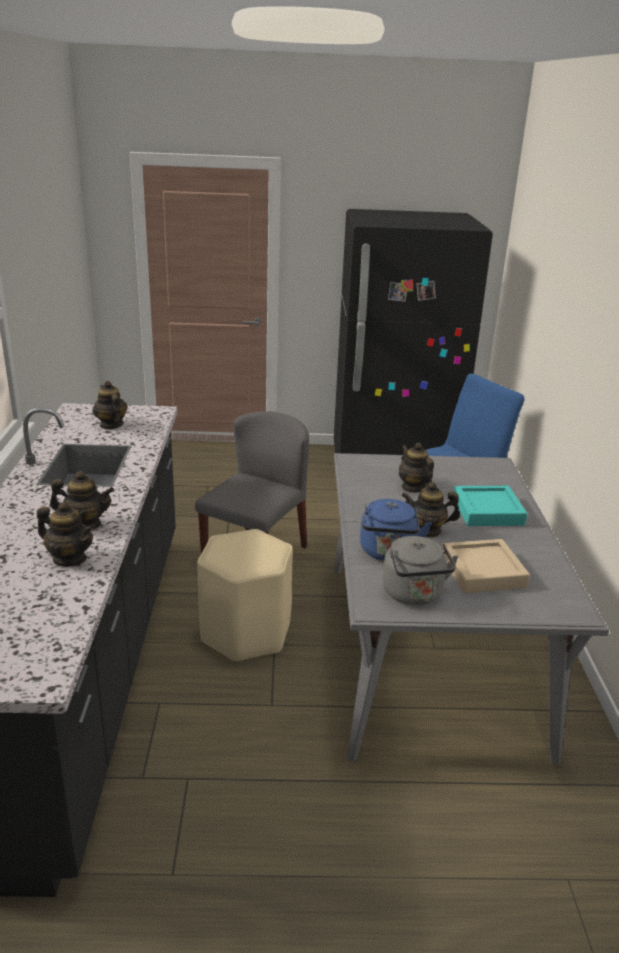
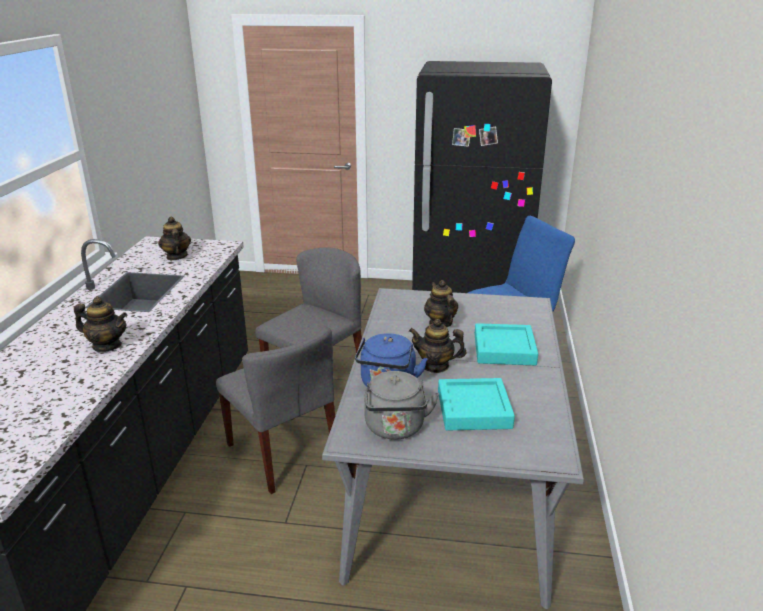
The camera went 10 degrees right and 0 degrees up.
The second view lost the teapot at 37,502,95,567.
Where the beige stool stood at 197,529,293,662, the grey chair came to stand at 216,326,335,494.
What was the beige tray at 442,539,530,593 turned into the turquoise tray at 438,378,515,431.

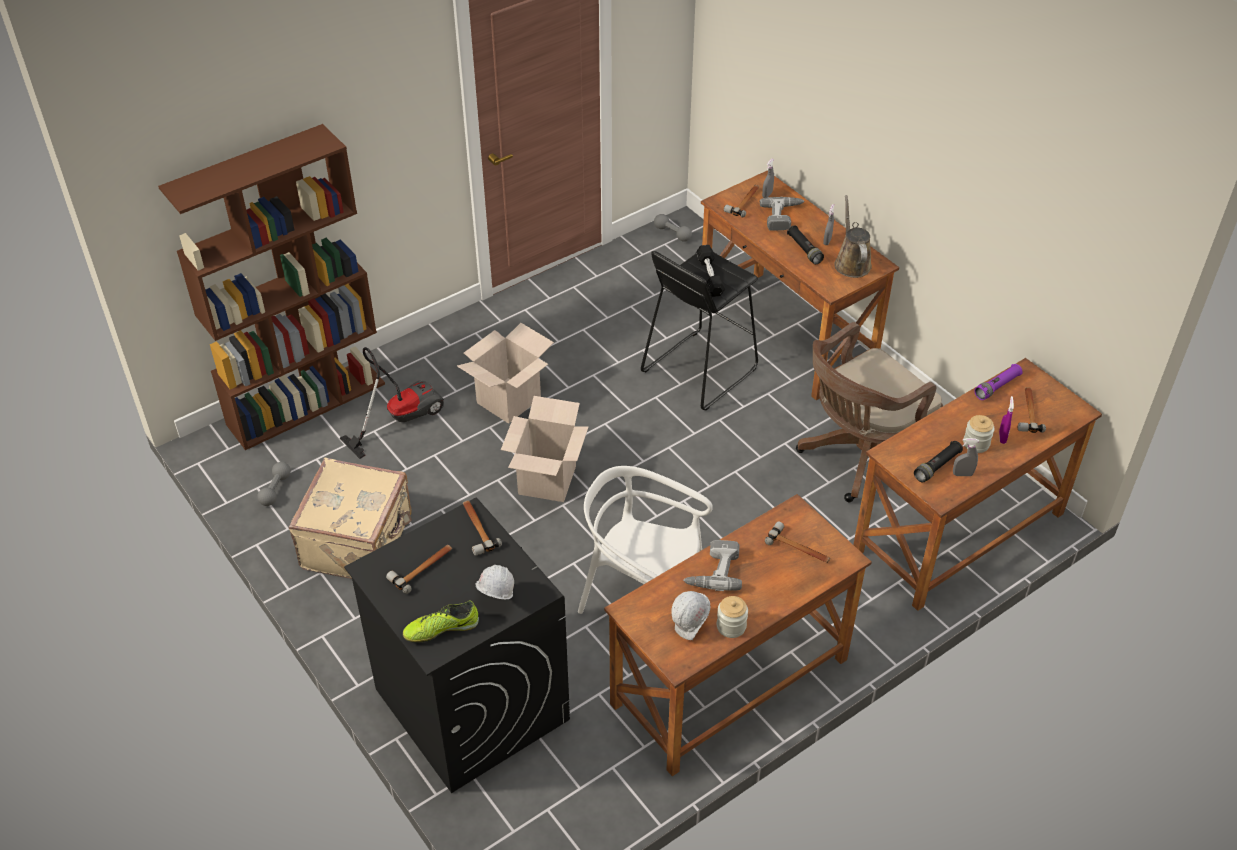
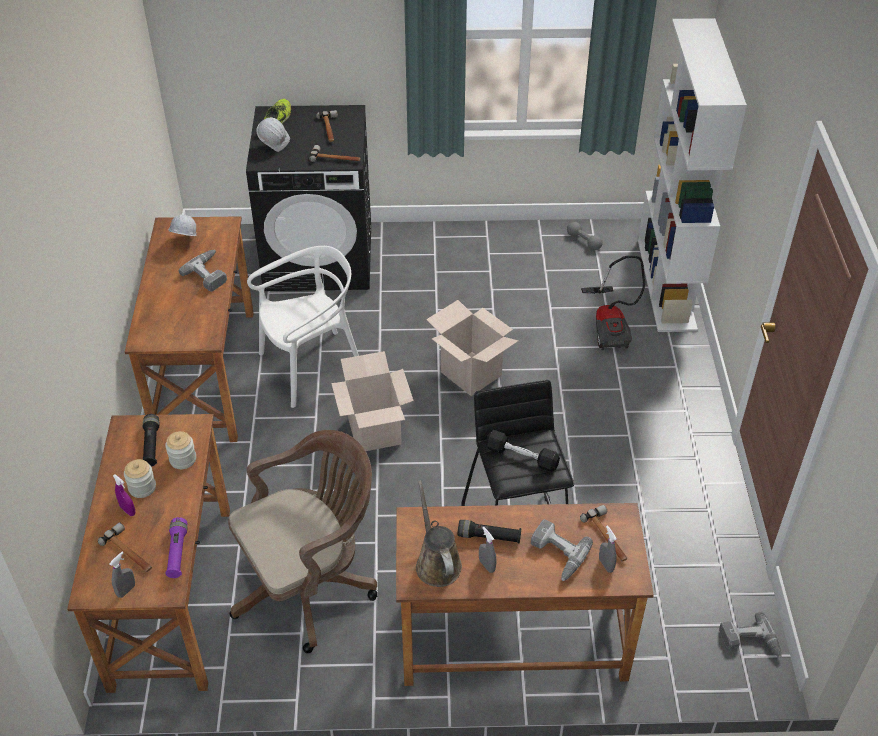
The camera went 125 degrees right and 0 degrees up.
The second view lost the beige suitcase at 288,458,412,579.
The second view lost the hammer at 765,522,830,563.
The cardboard box ended up elsewhere, having gone from 457,323,554,424 to 331,351,414,451.
The jar ended up elsewhere, having gone from 717,596,748,638 to 165,431,196,469.
The grey spray bottle ended up elsewhere, having gone from 953,438,979,476 to 109,552,135,598.
Where the grey dumbbell stood at 654,214,692,242, the power drill came to stand at 719,611,782,658.
What was the brown bookcase at 158,124,385,450 turned into the white bookcase at 638,18,747,332.
The brown office chair at 796,322,943,502 ended up facing another way, 60 degrees clockwise from before.
The brown watering can at 834,195,872,278 ended up facing another way, 135 degrees counterclockwise from before.

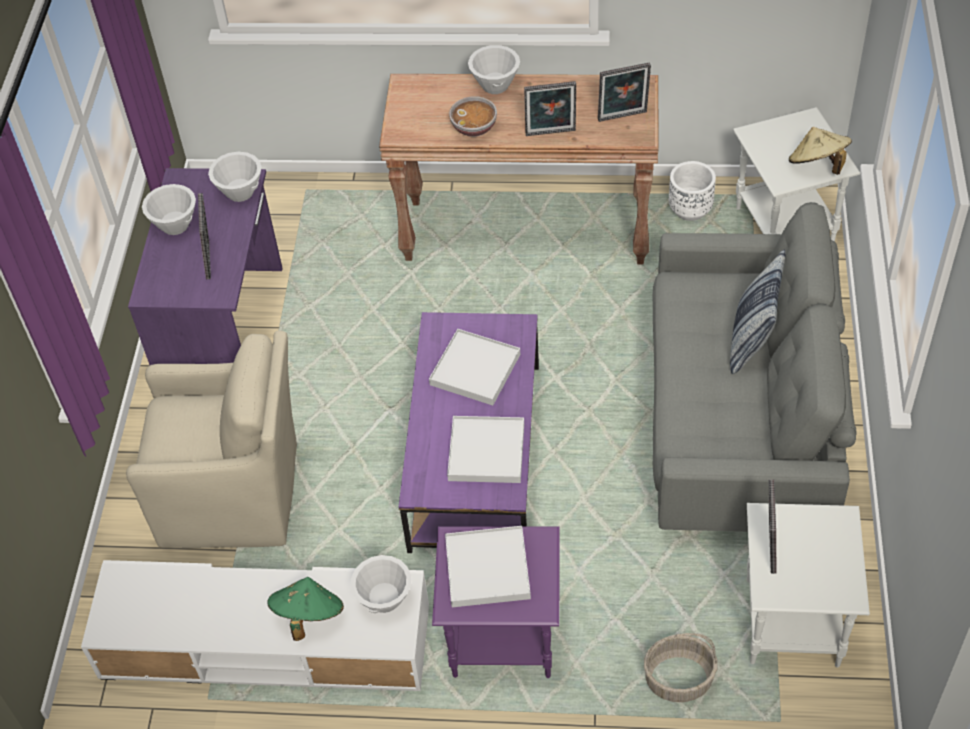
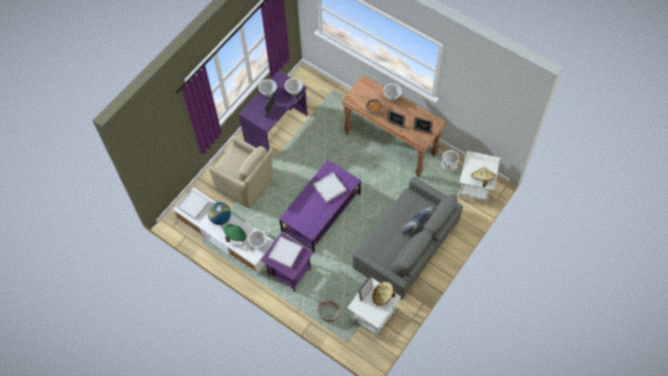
The camera went 30 degrees right and 10 degrees up.
The second view gained the globe at 208,202,231,225.
The second view gained the beige hat at 372,281,395,305.
The white tray ended up elsewhere, having gone from 447,416,524,483 to 177,189,210,220.

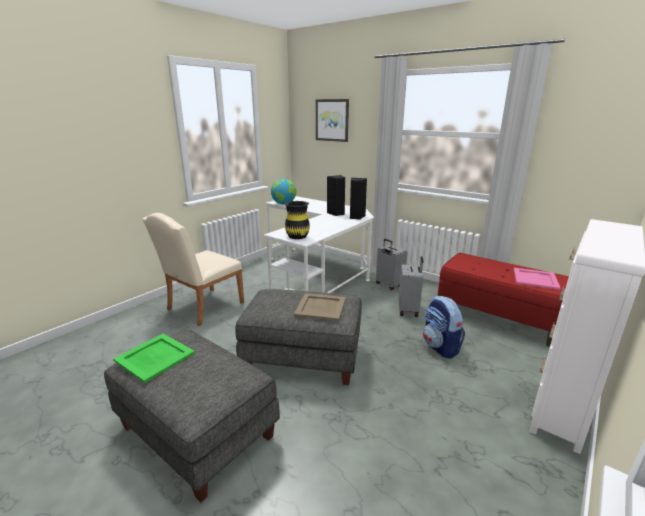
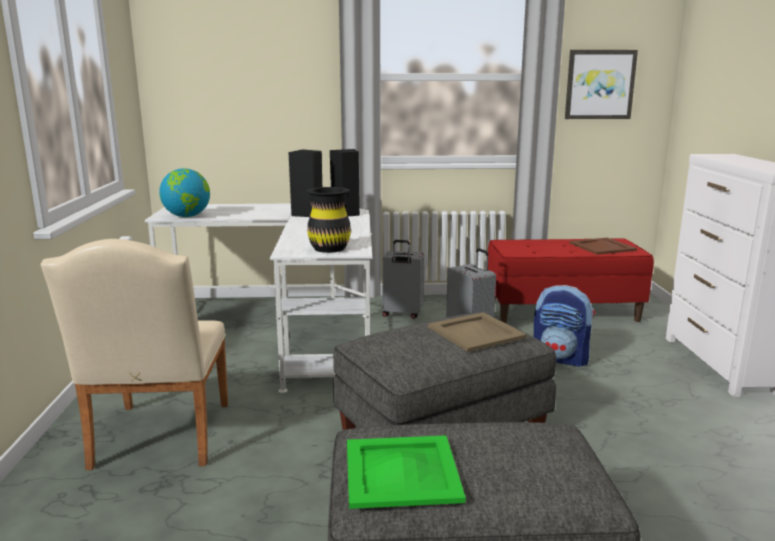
The camera went 40 degrees left and 5 degrees down.
The picture ended up elsewhere, having gone from 316,99,349,142 to 565,50,638,119.
What was the pink tray at 514,268,560,290 turned into the brown tray at 569,237,637,255.

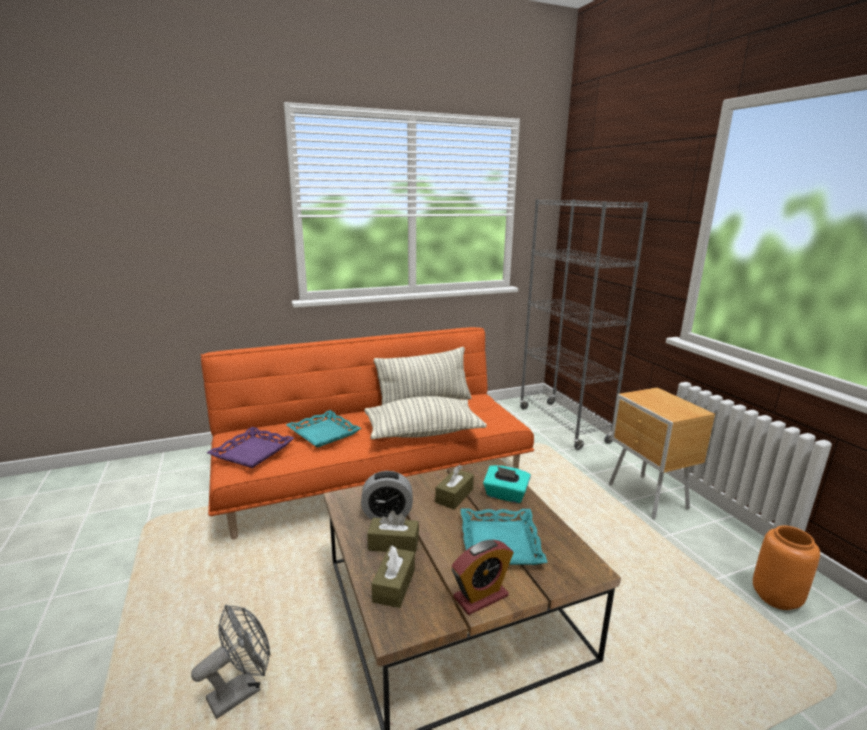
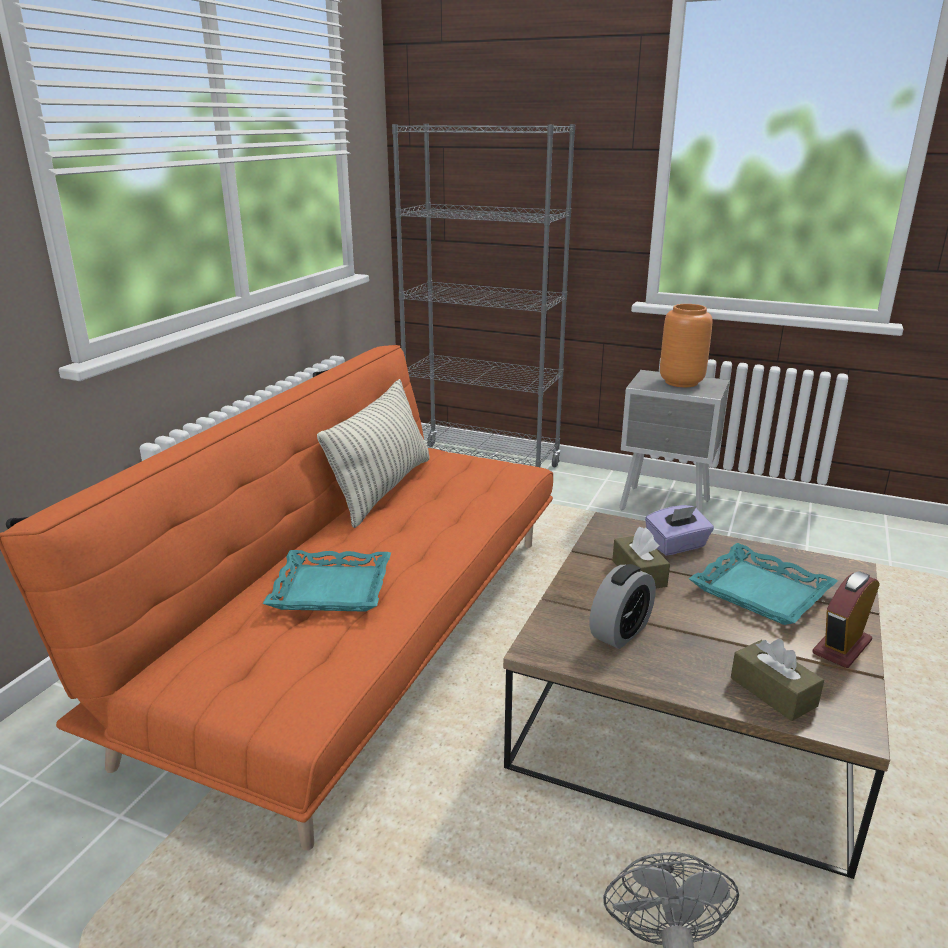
The camera went 45 degrees left and 5 degrees up.
The second view lost the purple tray at 207,427,294,468.
The second view lost the pillow at 364,396,487,439.
The second view lost the brown tissue box at 367,511,419,554.
The orange vase ended up elsewhere, having gone from 753,525,820,610 to 660,304,712,387.
What was the turquoise tissue box at 483,465,531,503 turned into the purple tissue box at 645,505,714,555.
What was the brown nightstand at 609,387,715,519 turned into the grey nightstand at 619,370,730,513.
The alarm clock at 452,540,513,615 ended up facing another way, 150 degrees counterclockwise from before.

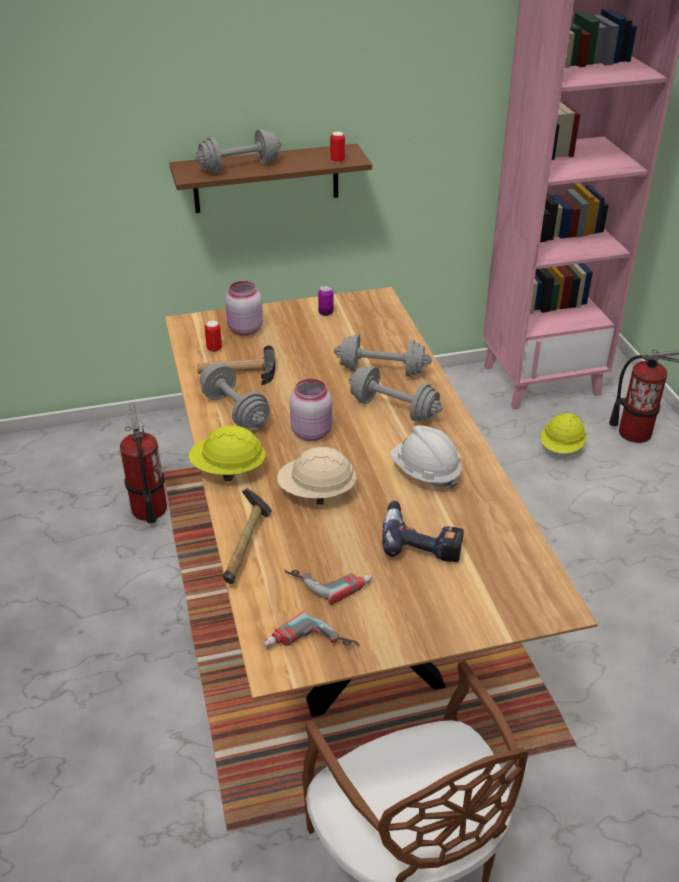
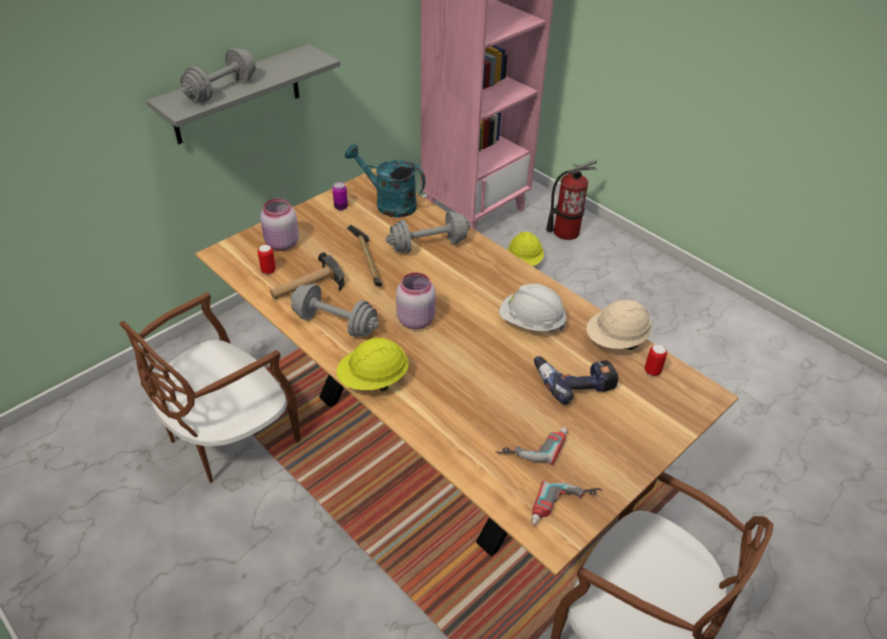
The camera went 30 degrees left and 5 degrees up.
The second view lost the grey dumbbell at 349,366,443,422.
The second view gained the turquoise watering can at 345,144,425,218.
The hammer ended up elsewhere, having gone from 223,488,272,584 to 347,225,382,287.
The beige hard hat ended up elsewhere, having gone from 277,447,357,504 to 586,300,652,350.
The can ended up elsewhere, having gone from 330,132,345,163 to 645,344,667,376.
Where the fire extinguisher stood at 120,404,167,524, the brown chair came to stand at 119,292,301,483.
What was the brown shelf at 169,144,372,213 turned into the grey shelf at 146,44,340,144.

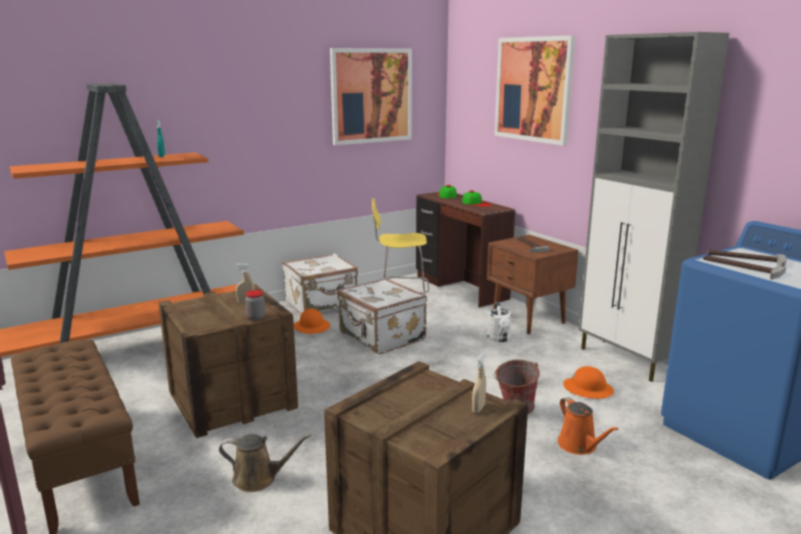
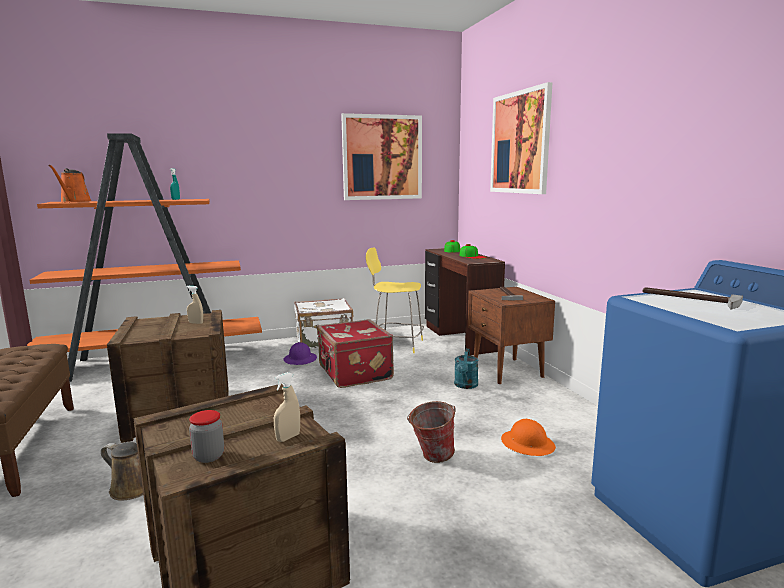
The camera went 15 degrees right and 5 degrees down.
The second view lost the grey cabinet at 579,32,729,382.
The second view lost the hammer at 703,255,786,280.
The jar ended up elsewhere, having gone from 245,290,265,320 to 189,410,224,463.
The orange watering can ended up elsewhere, having gone from 558,397,619,455 to 48,165,92,202.
What was the orange hard hat at 294,308,330,334 turned into the purple hard hat at 284,342,317,365.
What was the white suitcase at 338,278,427,354 turned into the red suitcase at 317,319,394,388.
What was the white watering can at 487,302,512,342 turned into the turquoise watering can at 454,348,478,389.

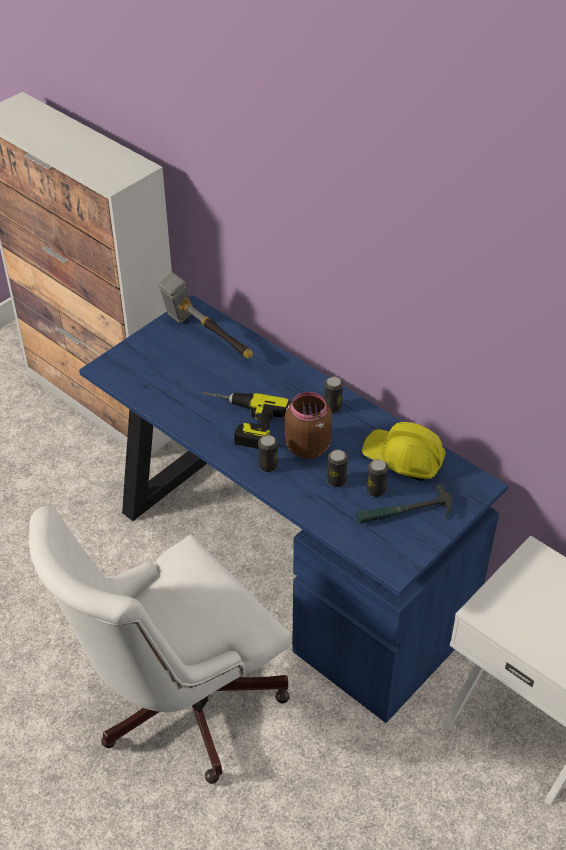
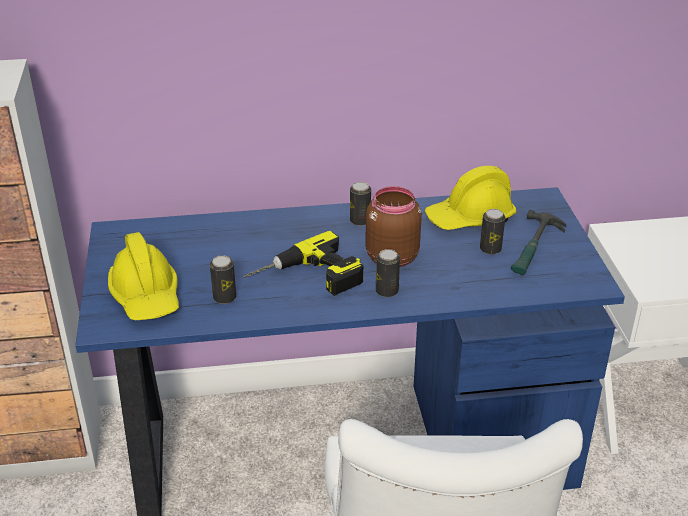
The camera went 50 degrees left and 10 degrees down.
The second view lost the hammer at 159,272,253,358.
The second view gained the yellow hard hat at 108,232,179,320.
The can ended up elsewhere, having gone from 327,450,348,487 to 210,255,236,304.

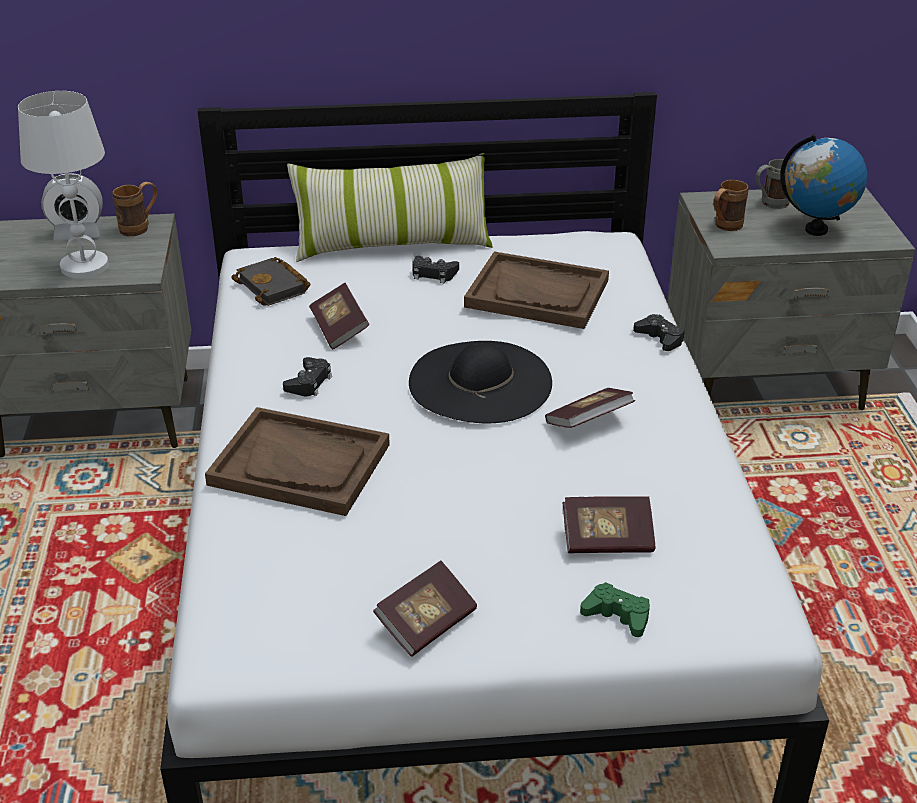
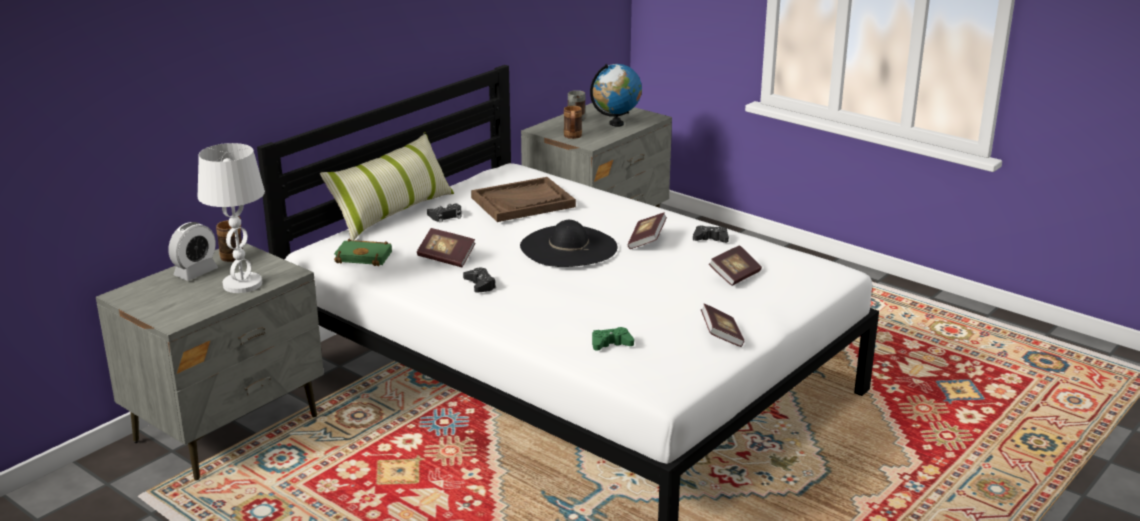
The camera went 45 degrees left and 10 degrees down.
The second view lost the brown tray at 205,407,390,516.
The green game controller ended up elsewhere, having gone from 580,582,650,637 to 592,327,634,351.
The black game controller ended up elsewhere, having gone from 633,314,685,351 to 693,225,729,243.
What was the black book at 231,257,310,306 turned into the green book at 334,239,392,266.

